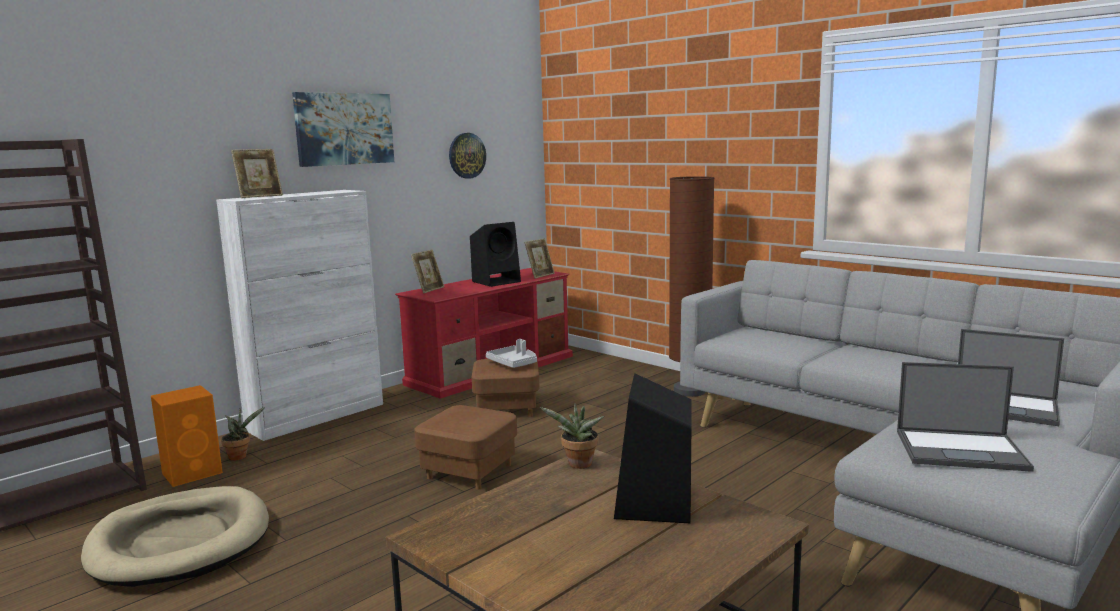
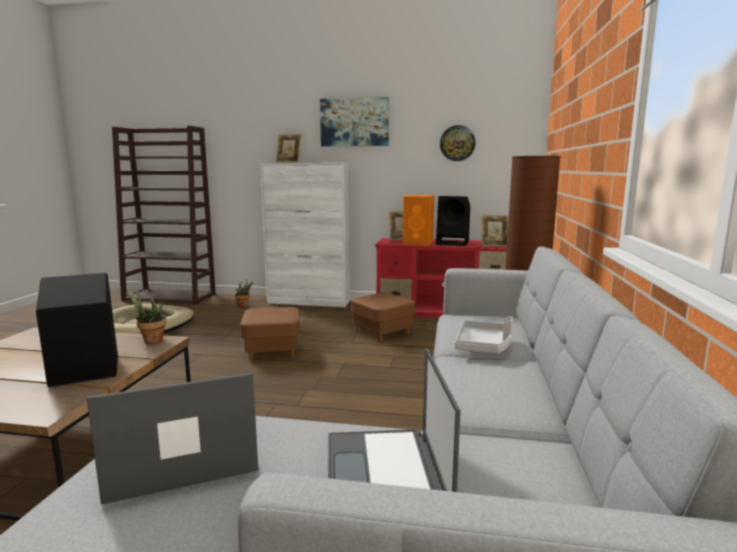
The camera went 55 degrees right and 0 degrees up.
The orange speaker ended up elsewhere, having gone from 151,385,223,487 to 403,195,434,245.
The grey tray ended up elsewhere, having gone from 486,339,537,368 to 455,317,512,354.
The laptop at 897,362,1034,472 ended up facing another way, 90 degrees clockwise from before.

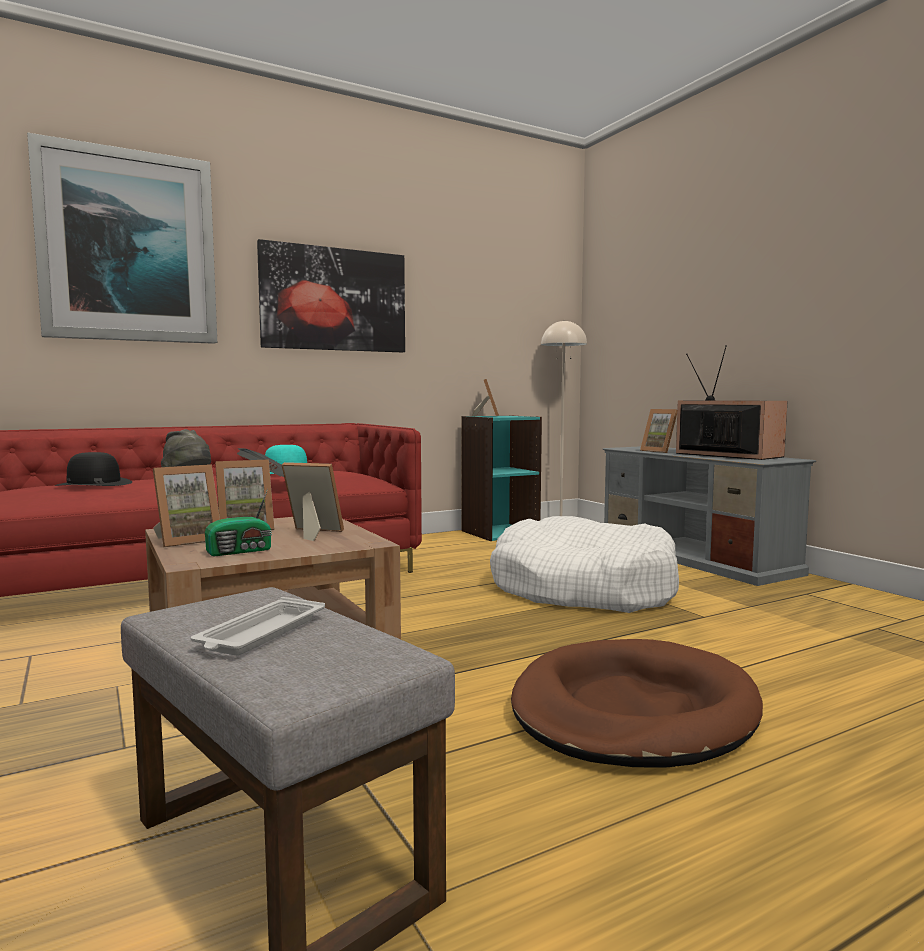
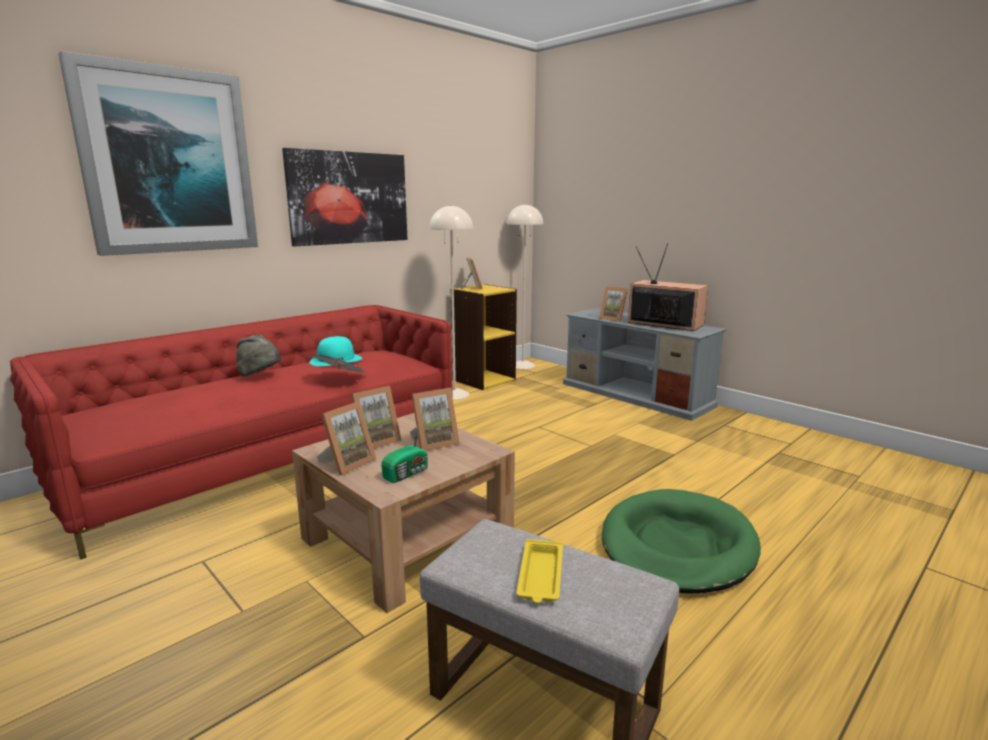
The camera went 15 degrees left and 10 degrees up.
The second view lost the black hat at 54,452,132,486.
The second view lost the white dog bed at 490,516,679,613.
The second view gained the beige floor lamp at 429,205,473,400.
What was the white tray at 191,597,325,655 turned into the yellow tray at 516,539,563,603.
What was the turquoise bookcase at 461,415,542,541 turned into the yellow bookcase at 451,284,517,390.
What was the brown dog bed at 511,639,763,768 turned into the green dog bed at 602,489,761,594.
The picture frame at 282,462,344,541 ended up facing another way, 150 degrees clockwise from before.

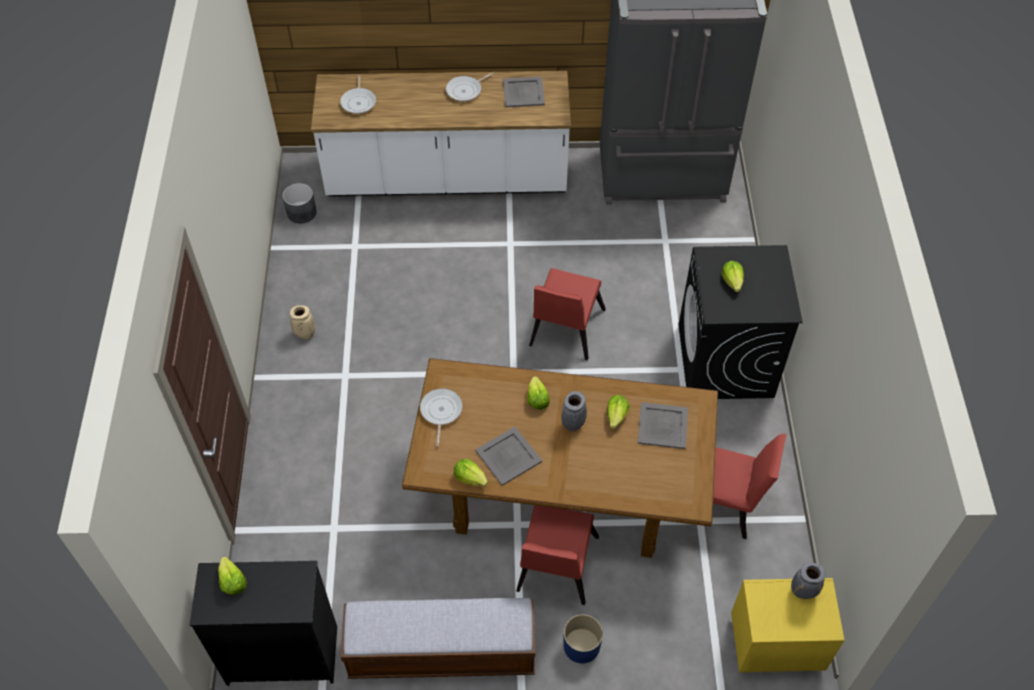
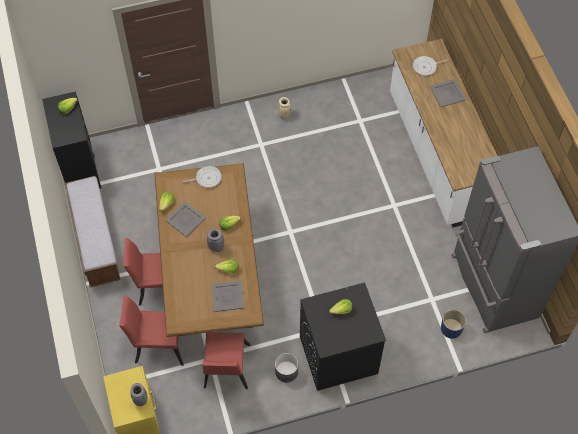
The camera went 75 degrees right and 5 degrees up.
The second view lost the frying pan at 446,72,494,101.
The grey planter ended up elsewhere, having gone from 282,183,317,223 to 275,353,298,382.
The grey tray ended up elsewhere, having gone from 503,77,545,107 to 430,79,466,107.
The red chair ended up elsewhere, having gone from 529,268,606,360 to 119,296,184,366.
The blue planter ended up elsewhere, having gone from 563,614,603,663 to 441,310,466,339.

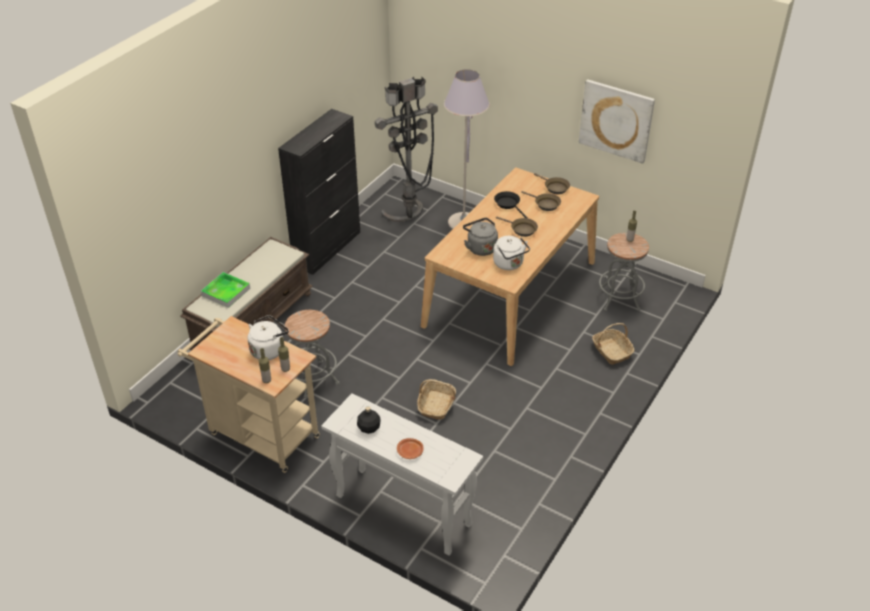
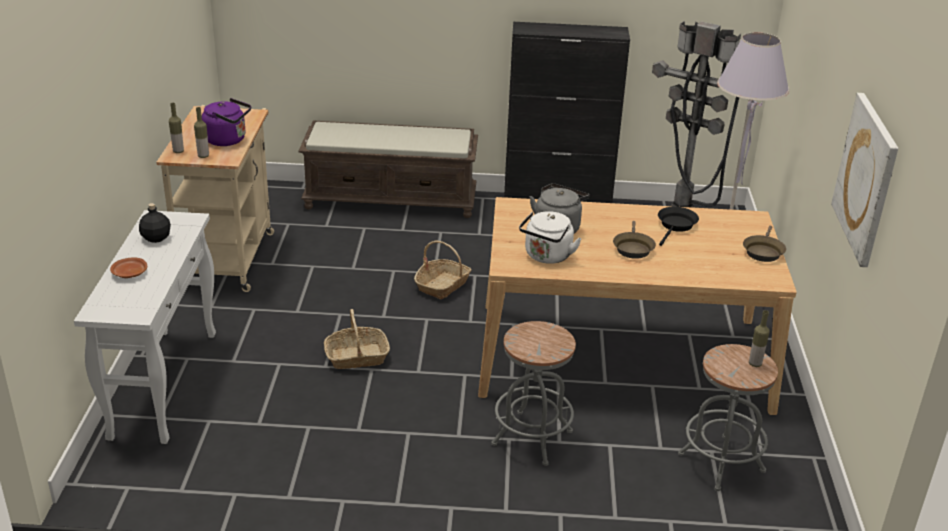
The camera went 60 degrees right and 10 degrees down.
The second view lost the tray at 201,272,250,308.
The second view lost the brown frying pan at 521,191,561,211.
The grey stool ended up elsewhere, having gone from 285,310,339,398 to 491,321,576,466.
The basket ended up elsewhere, having gone from 592,323,634,365 to 414,241,472,299.
What was the white kettle at 248,315,289,360 turned into the purple kettle at 202,98,251,146.

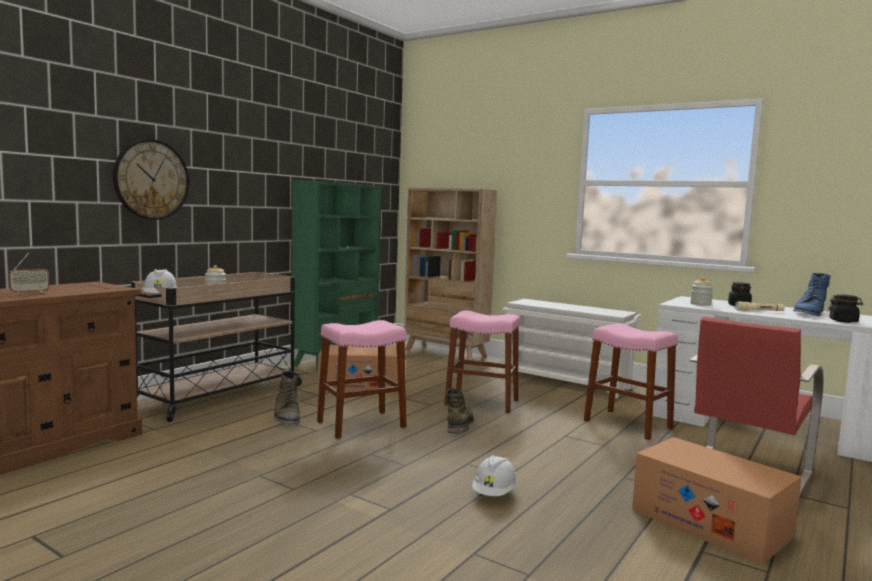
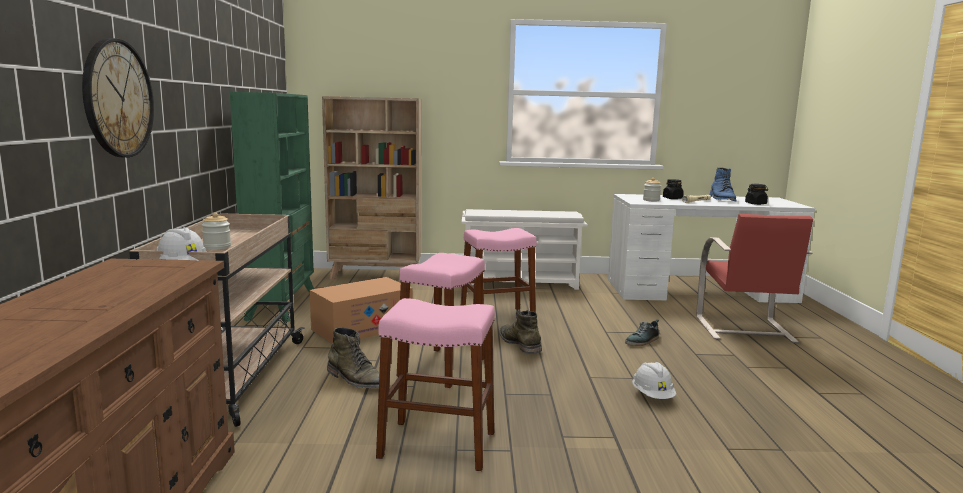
The camera went 35 degrees left and 5 degrees up.
The second view lost the radio at 9,252,49,294.
The second view lost the cardboard box at 632,437,802,565.
The second view gained the shoe at 625,319,659,346.
The pink stool ended up elsewhere, having gone from 584,323,678,440 to 376,298,495,471.

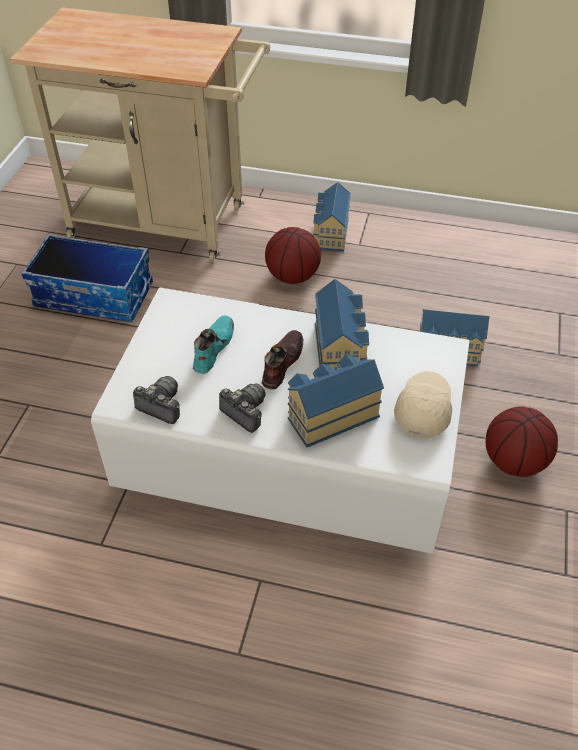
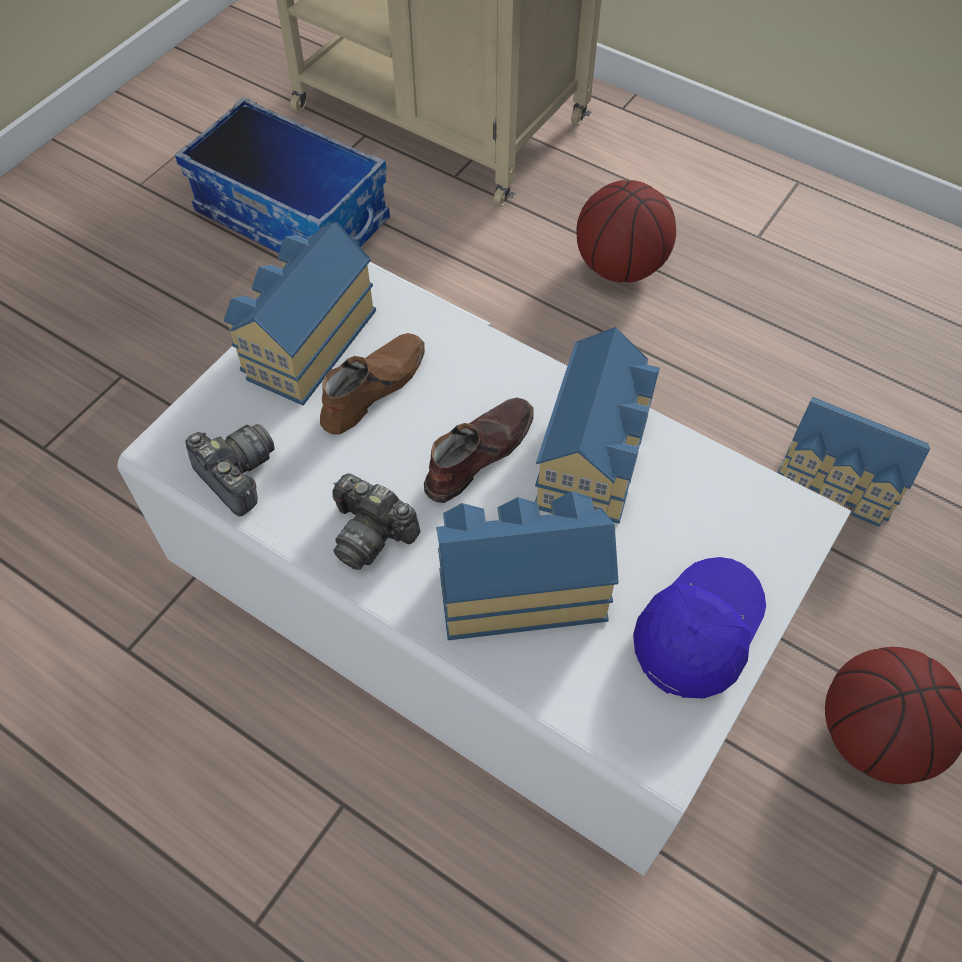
The camera went 20 degrees right and 10 degrees up.
The toy house ended up elsewhere, having gone from 313,182,351,252 to 224,222,376,406.
What was the turquoise shoe at 193,315,234,374 turned into the brown shoe at 320,333,425,435.
What was the beige cap at 394,371,452,439 turned into the blue cap at 633,557,766,698.
The photo camera at 219,383,266,433 ended up facing another way, 150 degrees clockwise from before.

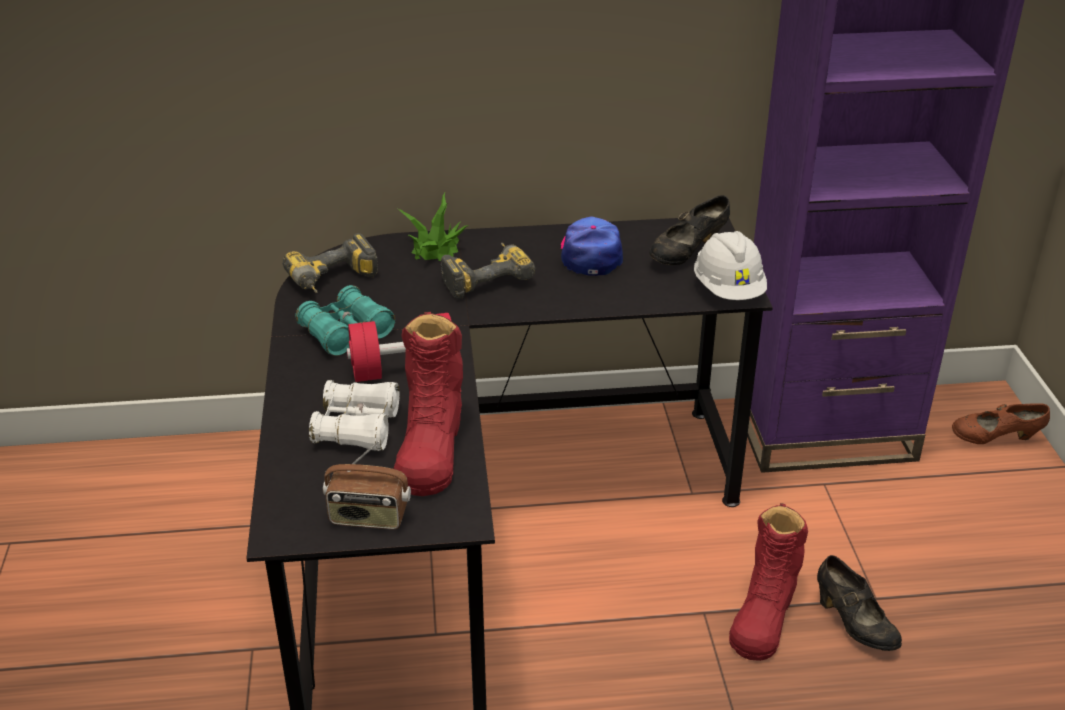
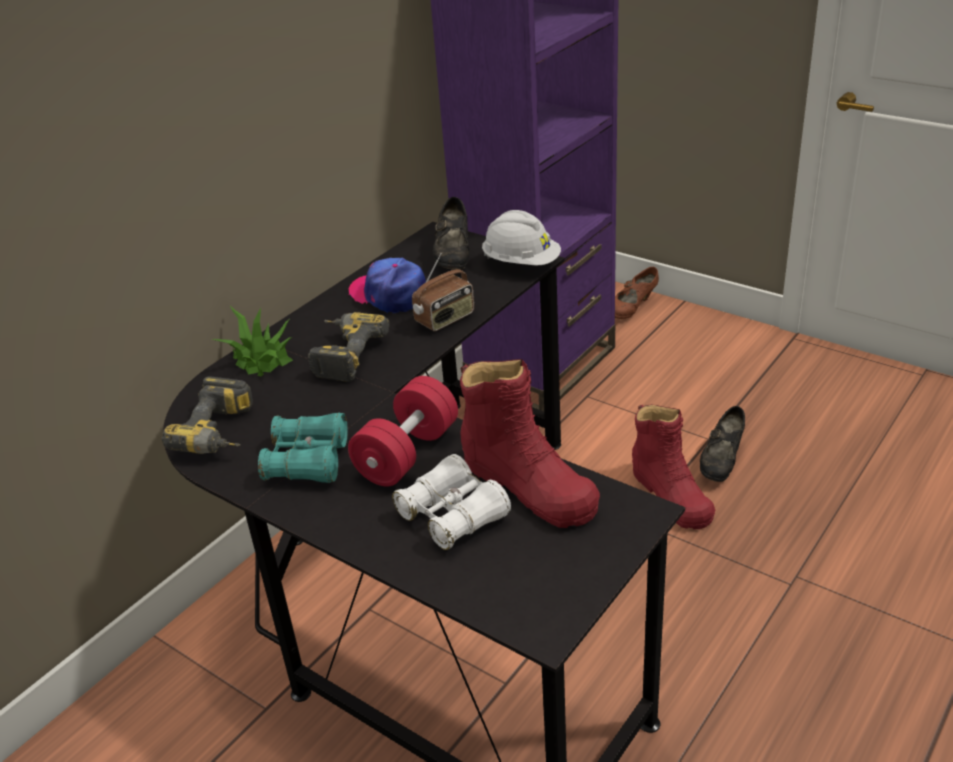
The camera went 45 degrees left and 0 degrees up.
The radio ended up elsewhere, having gone from 323,441,411,529 to 412,253,474,331.
The black shoe at 817,555,902,651 ended up facing another way, 105 degrees clockwise from before.

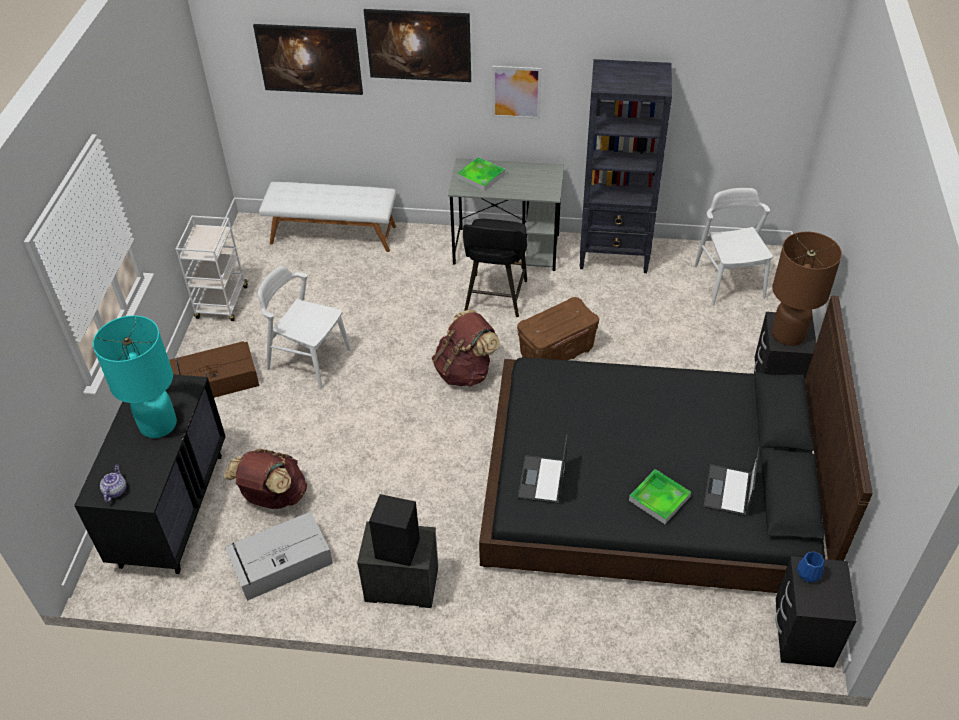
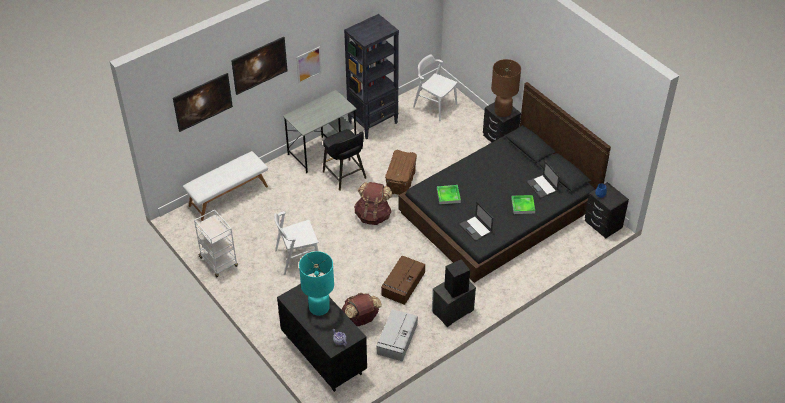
The camera went 45 degrees left and 0 degrees up.
The brown storage box ended up elsewhere, having gone from 169,341,259,398 to 381,255,425,305.
The tray ended up elsewhere, having gone from 457,157,505,192 to 437,185,461,205.

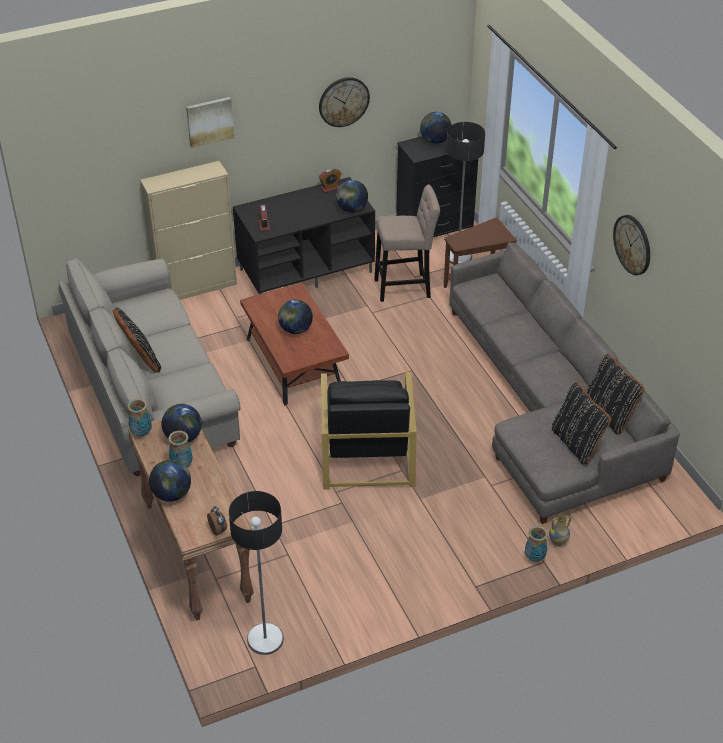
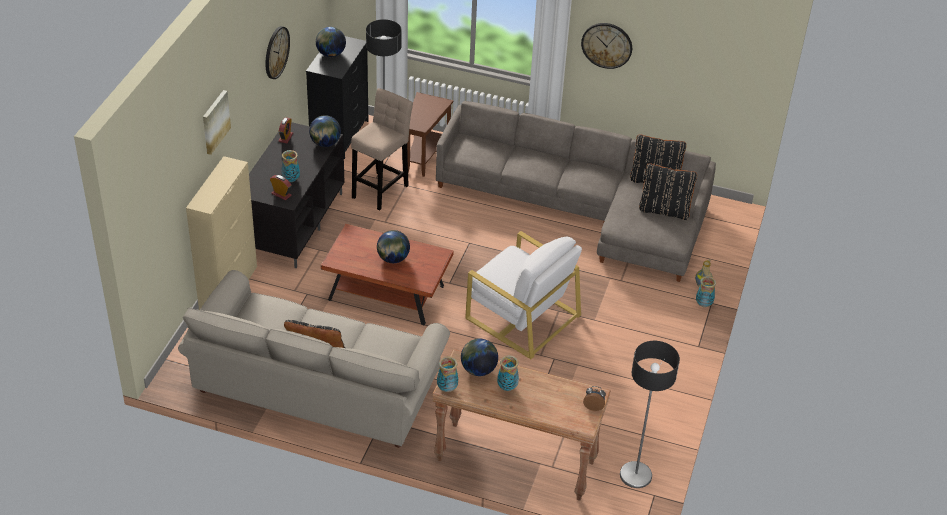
The camera went 50 degrees left and 0 degrees up.
The second view lost the globe at 149,460,191,502.
The second view gained the vase at 281,150,300,182.
What was the black armchair at 321,372,417,489 turned into the white armchair at 465,231,582,359.

